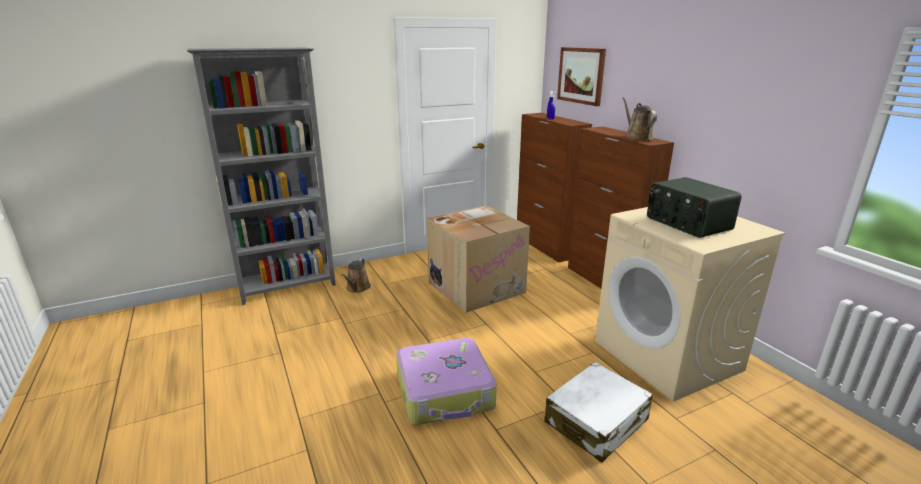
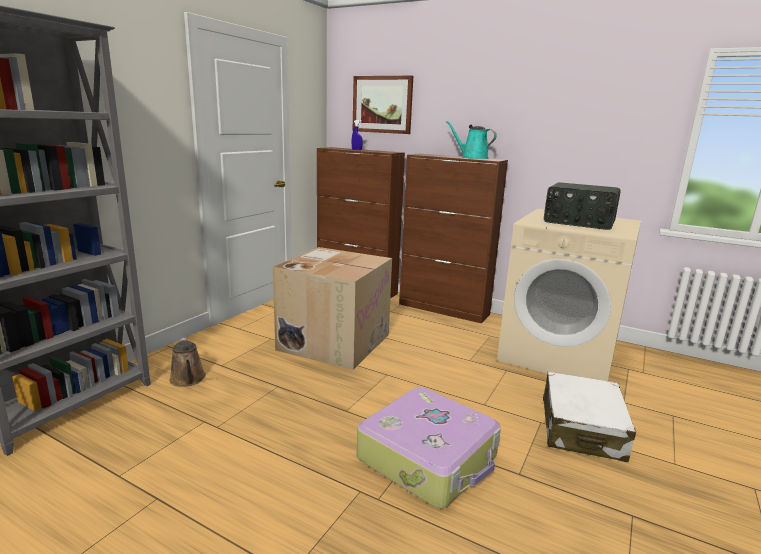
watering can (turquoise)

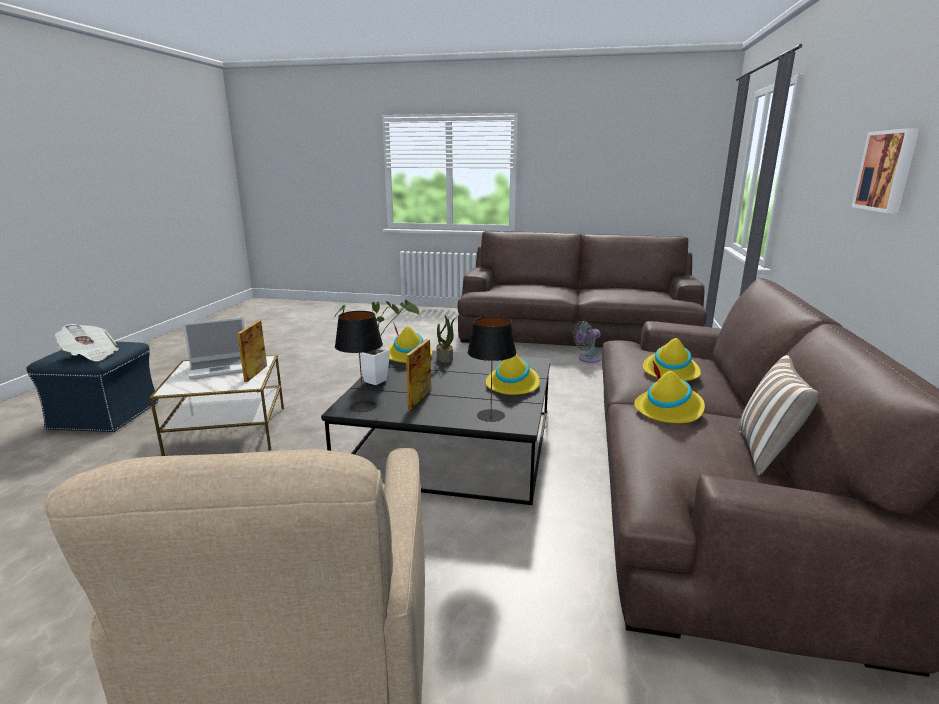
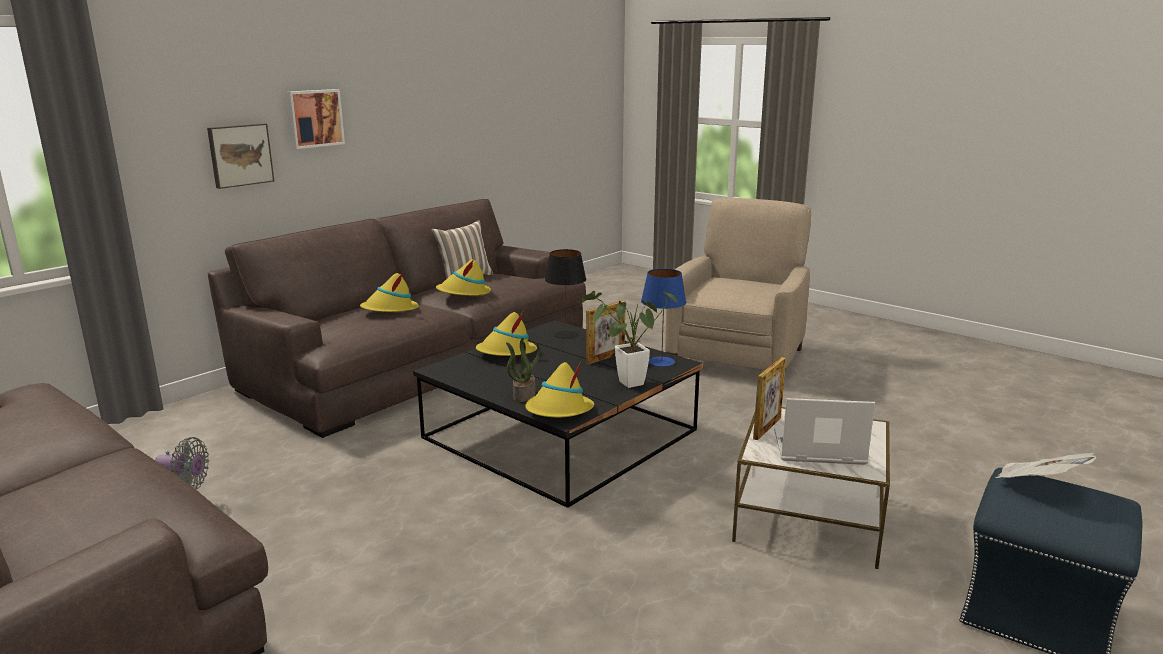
table lamp (blue); picture (1st from left)

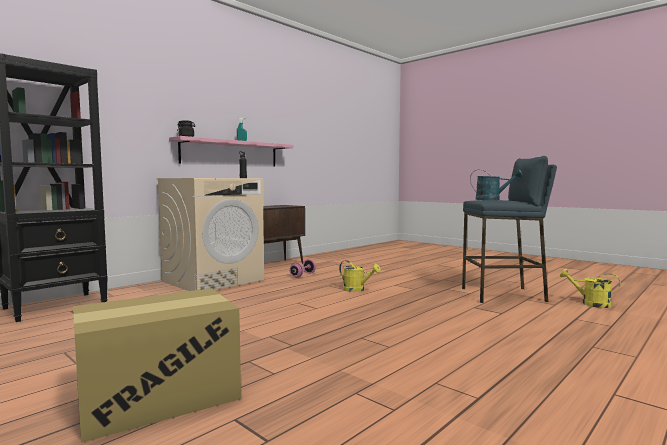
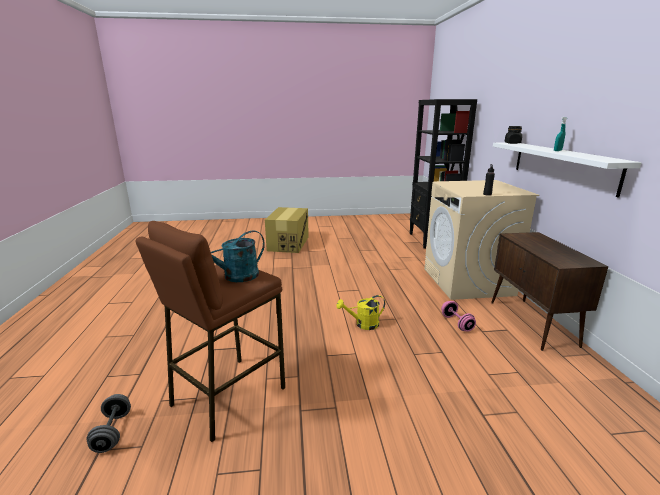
shelf (white); stool (brown); dumbbell (grey)

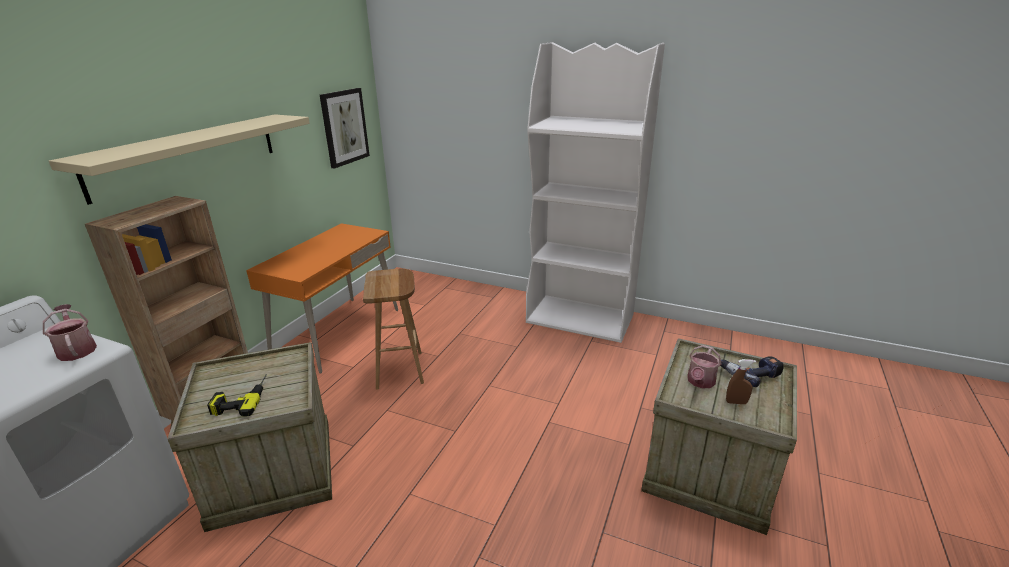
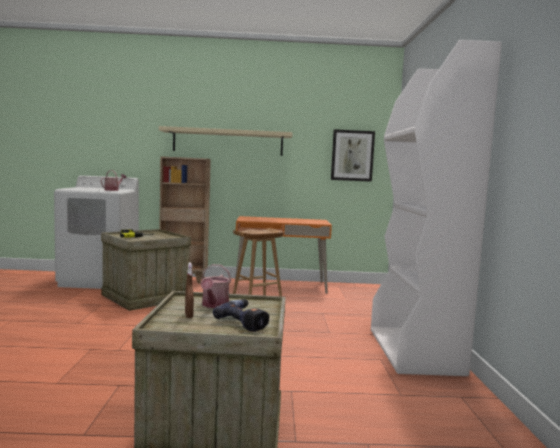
watering can (2nd from left)

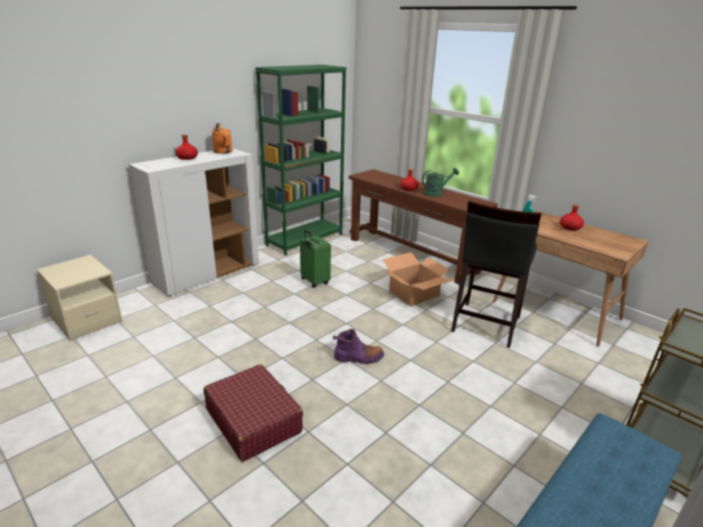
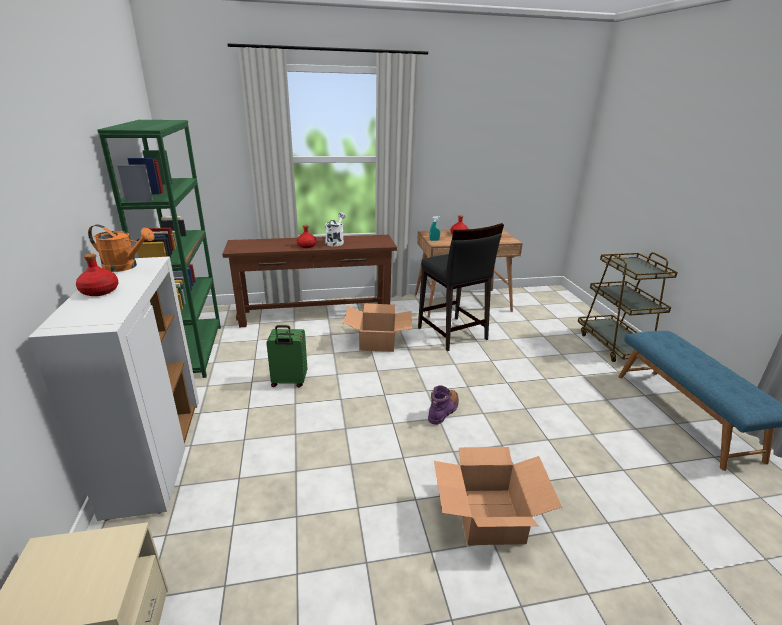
watering can (white); cardboard box (2nd from left)

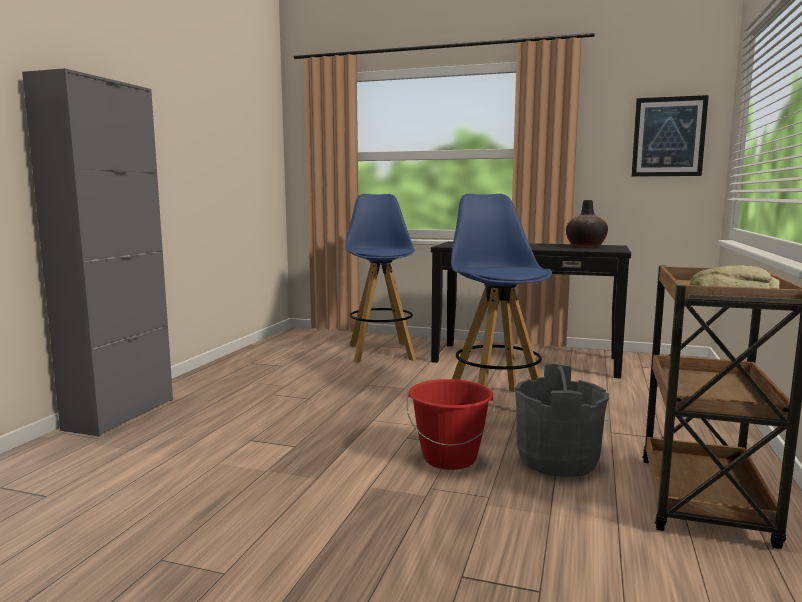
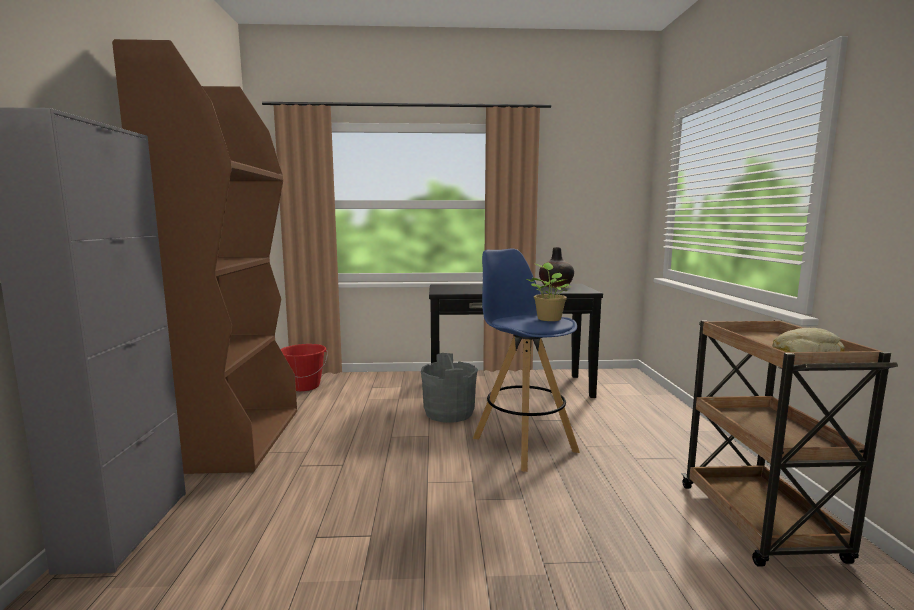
picture; stool (blue) (1st from left in the first image); bucket (grey); bucket (red); bookcase (brown); potted plant

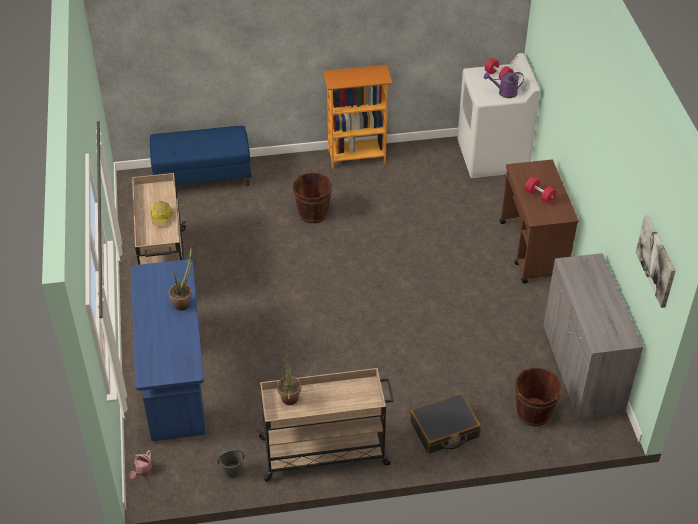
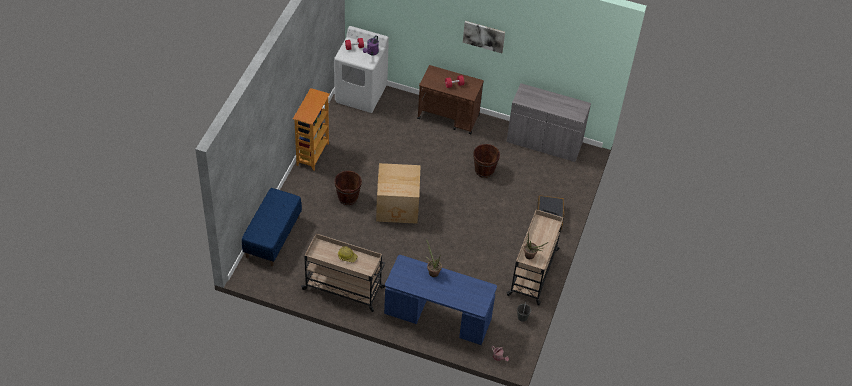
picture; bucket (brown) (2nd from left); cardboard box

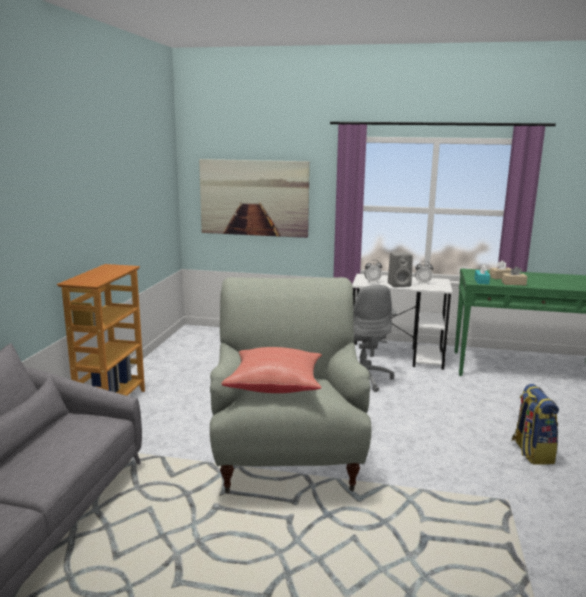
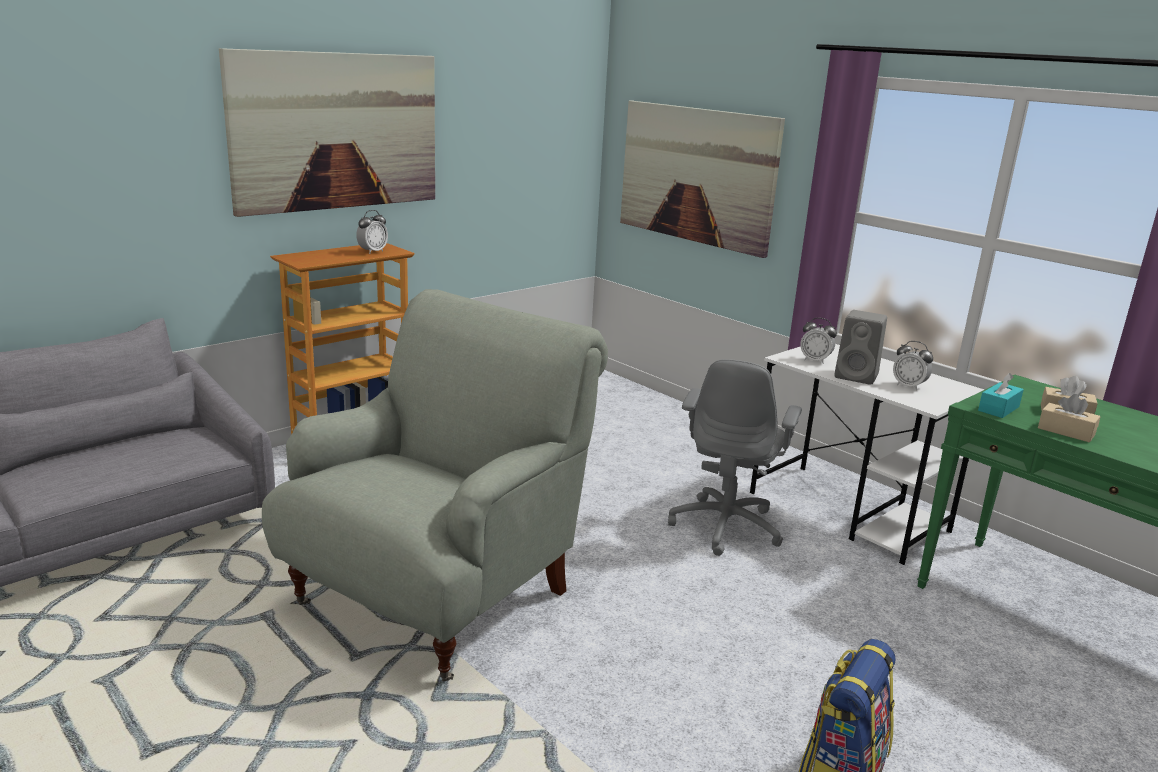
pillow (red); picture (1st from left); alarm clock (1st from left)

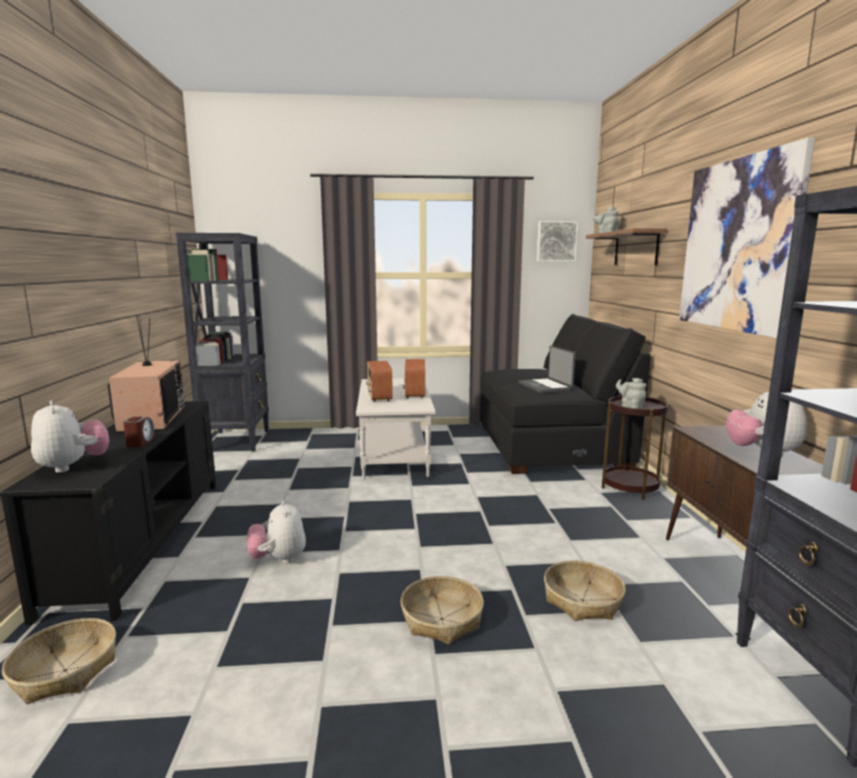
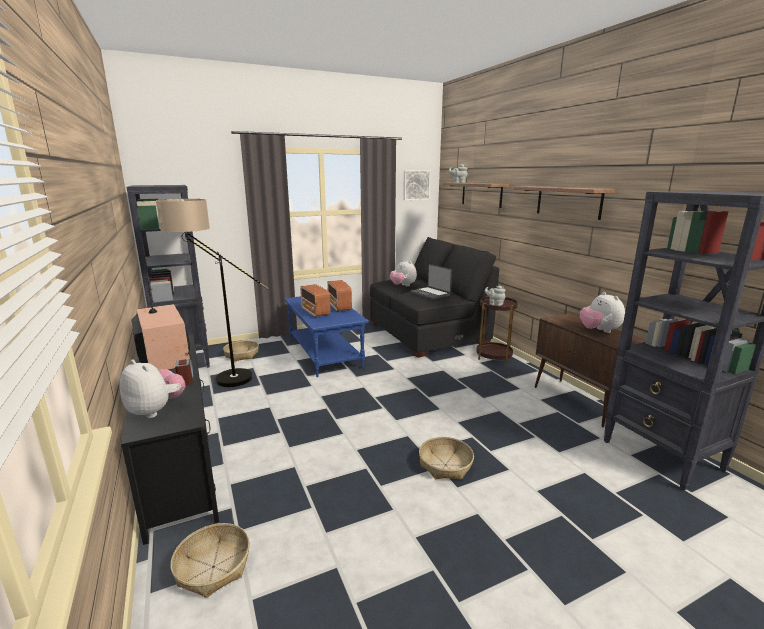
shelf (2nd from left); coffee table (blue); plush toy (2nd from left); basket (2nd from left); floor lamp

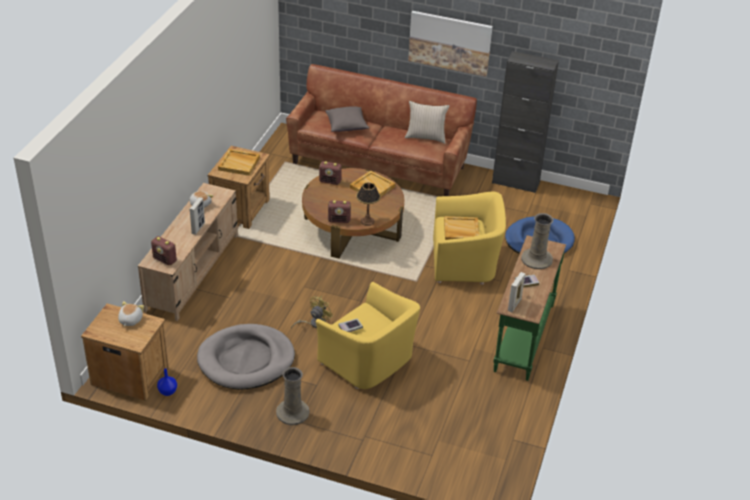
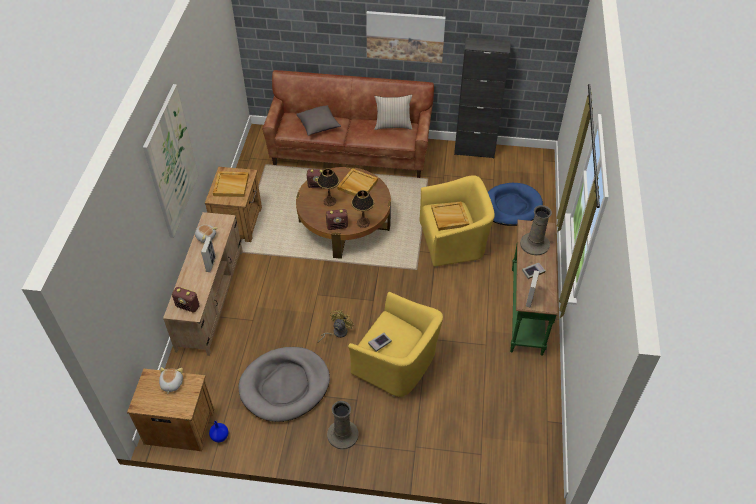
picture (1st from left); table lamp (1st from left)

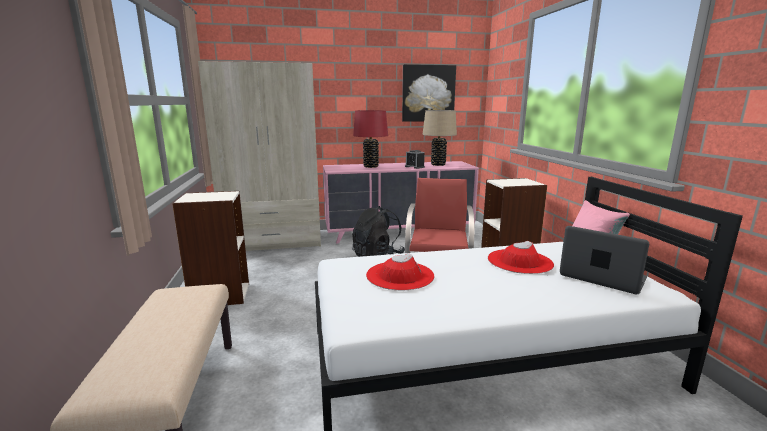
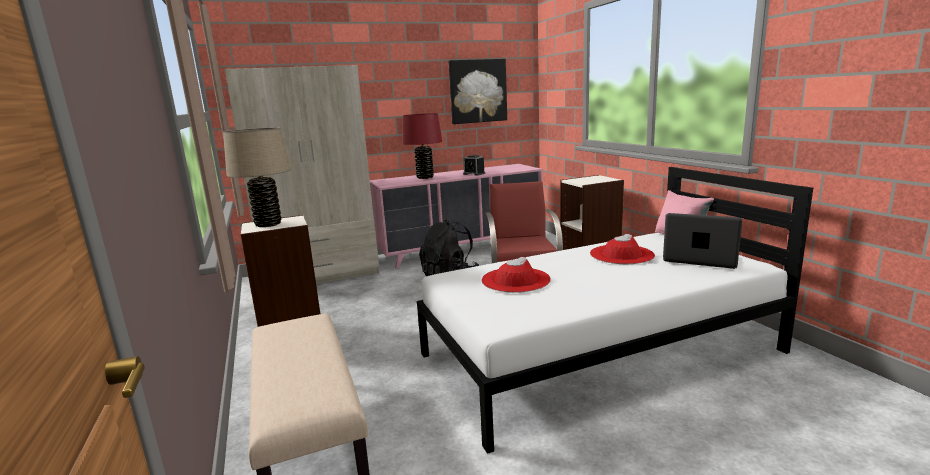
table lamp (beige)

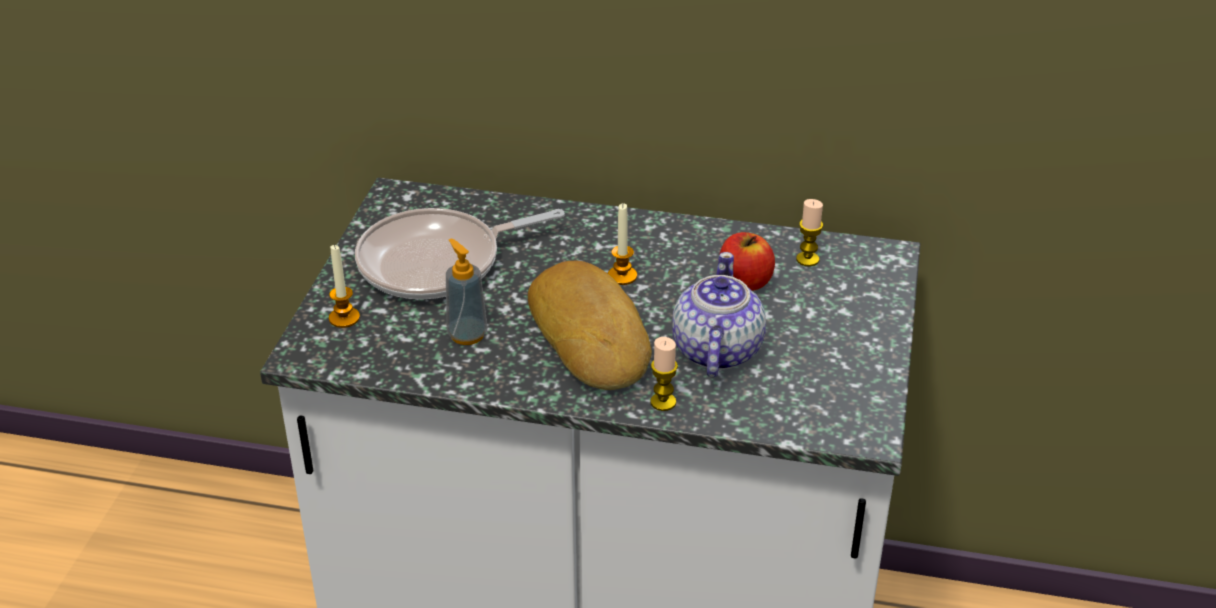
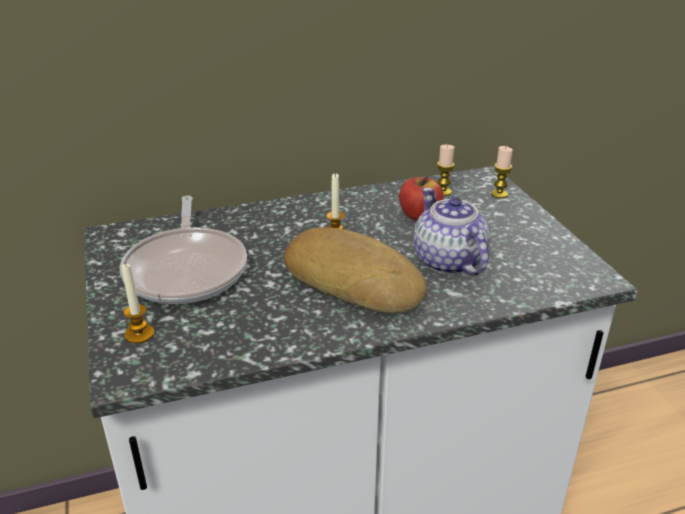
frying pan; soap dispenser; candle (4th from left)

